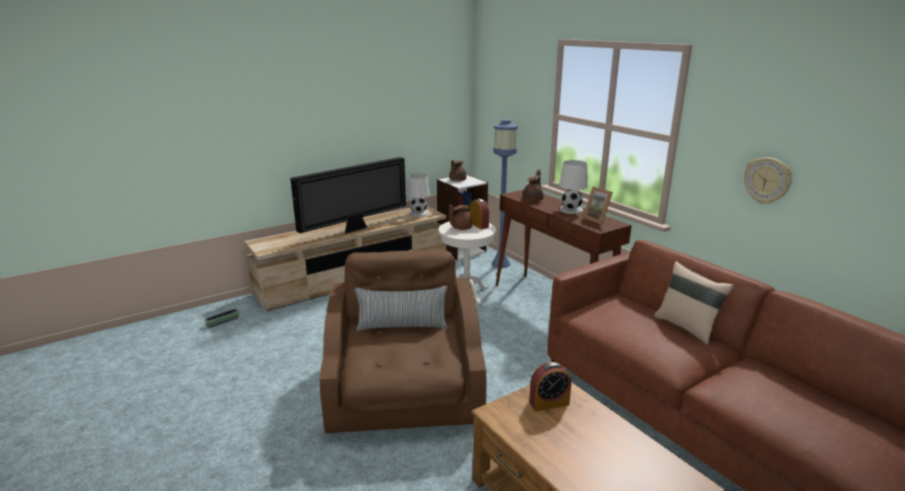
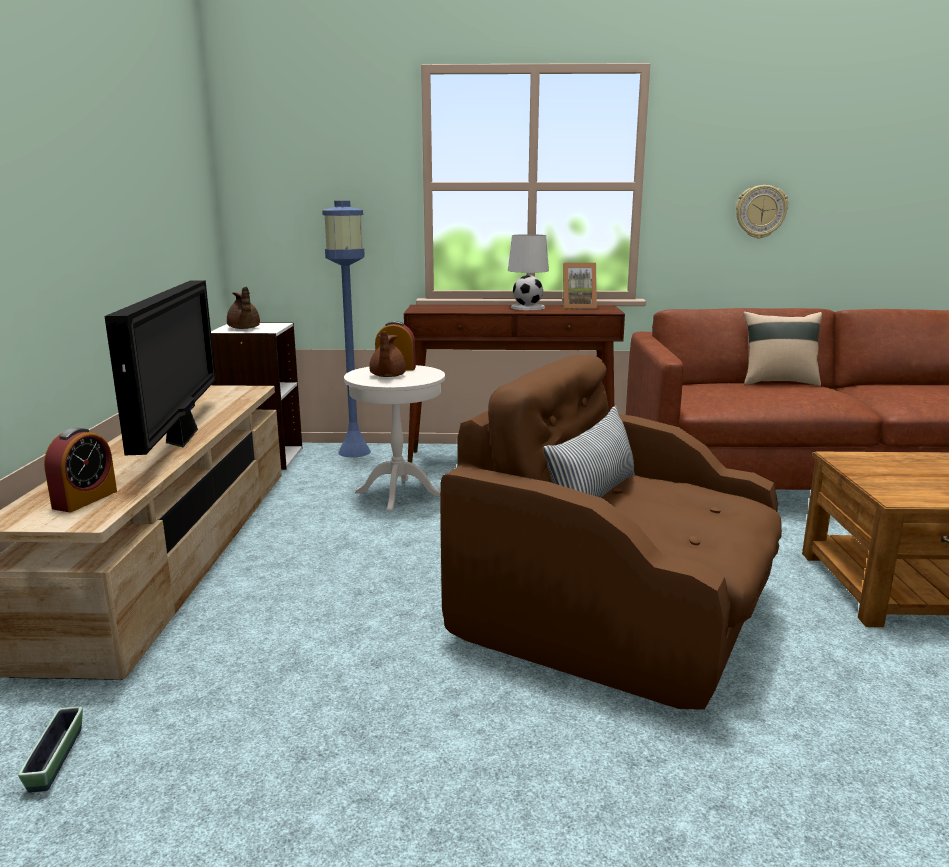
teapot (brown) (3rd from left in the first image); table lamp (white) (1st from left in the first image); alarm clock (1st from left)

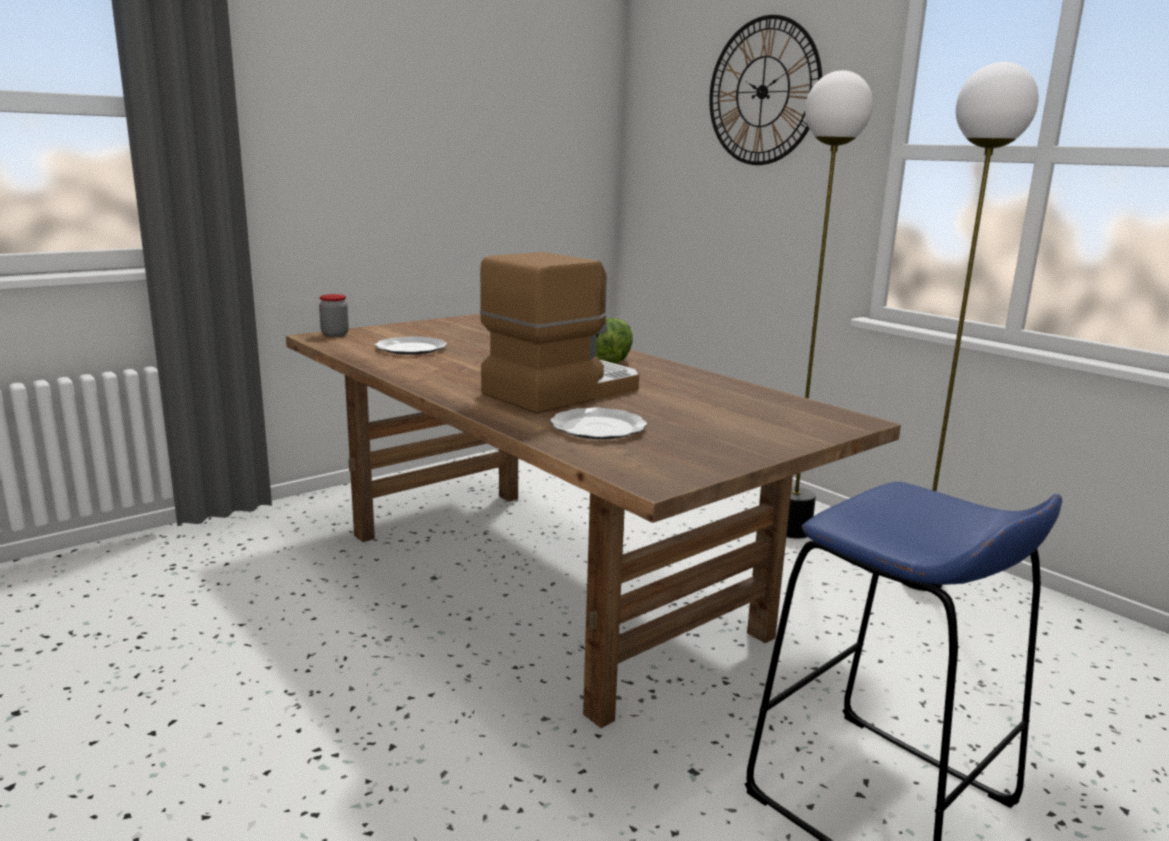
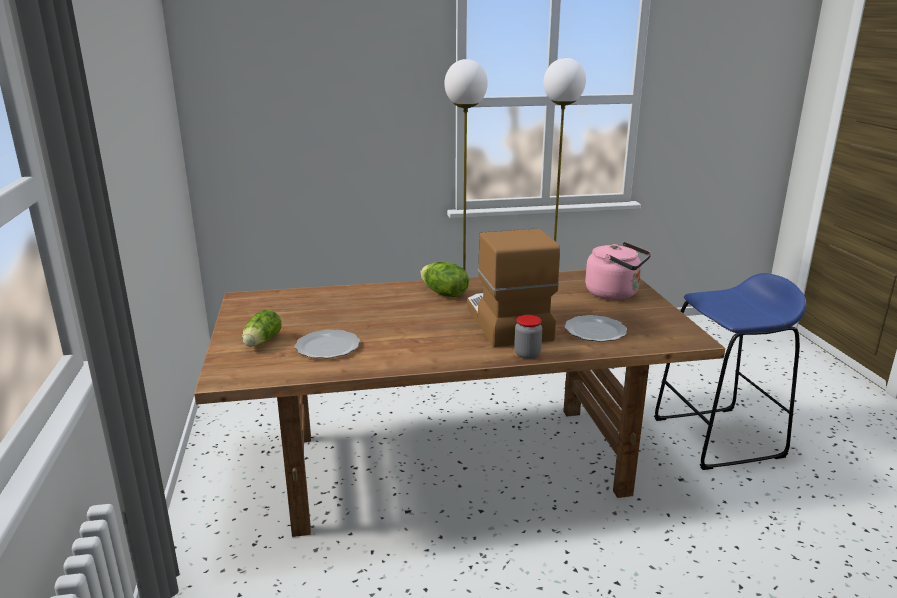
wall clock; jar; kettle (pink); lettuce (1st from left)

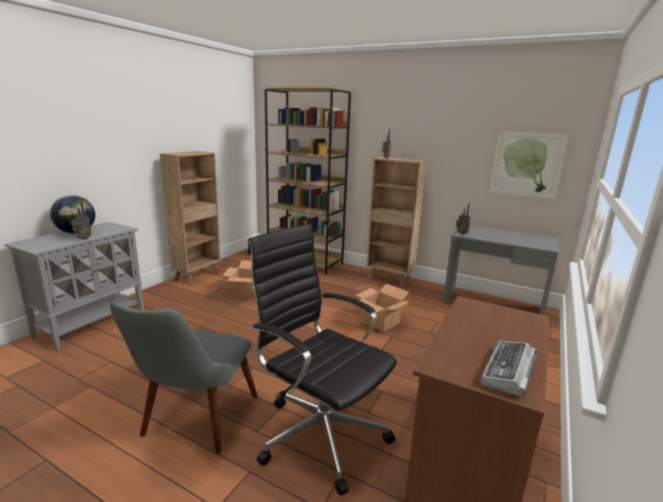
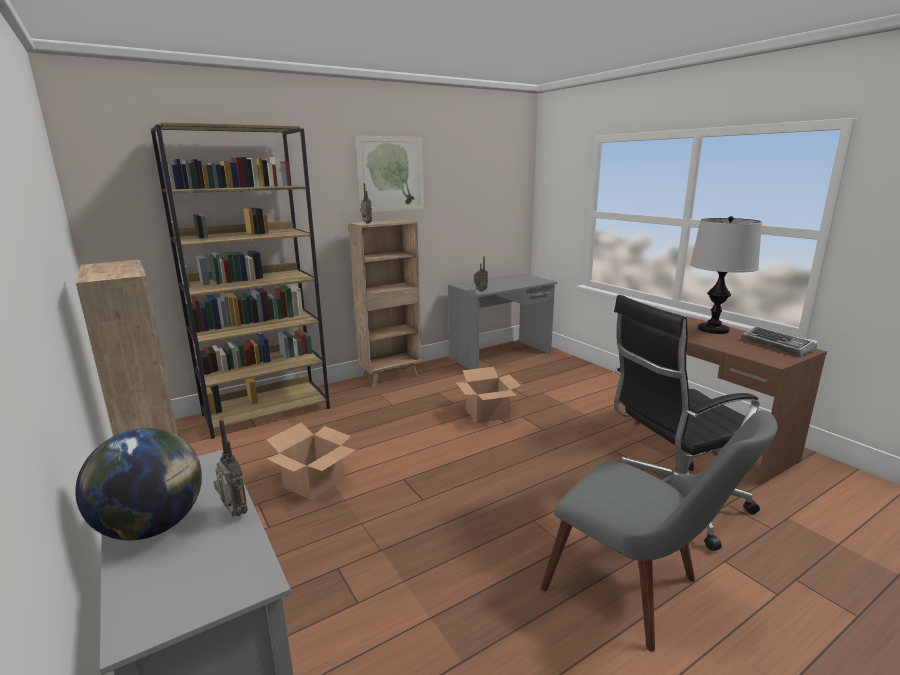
picture; table lamp

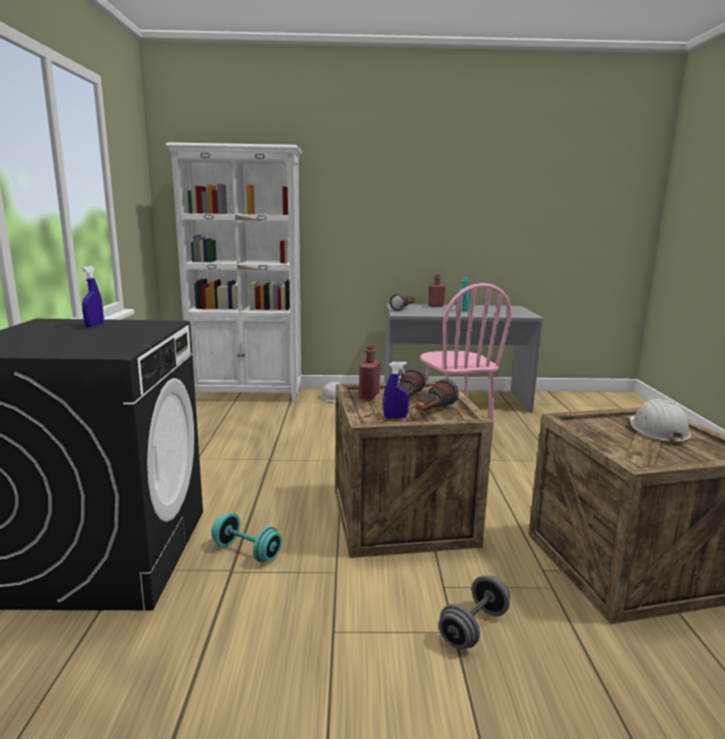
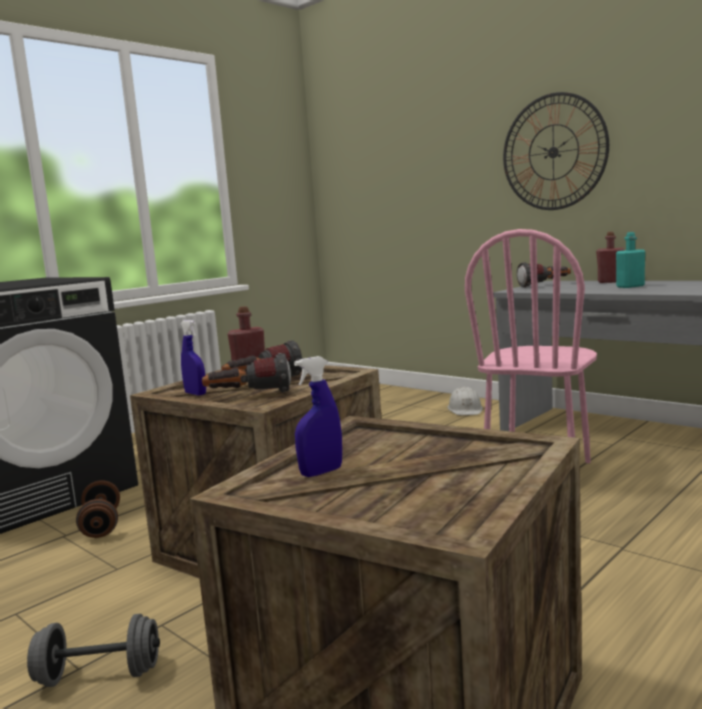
bookcase (white); spray bottle (blue) (2nd from left); hard hat (white) (2nd from left in the first image); dumbbell (brown); wall clock

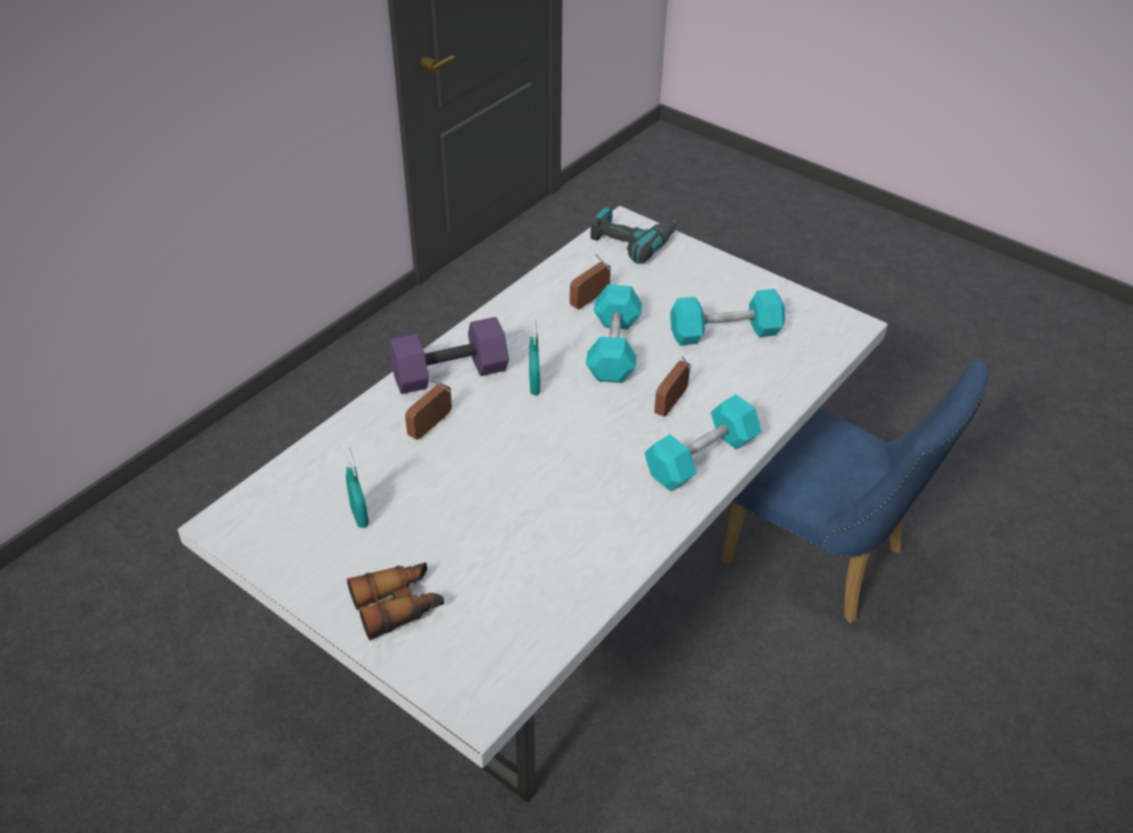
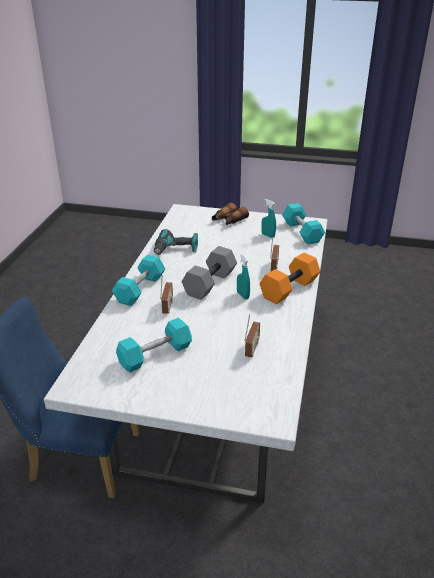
power drill; dumbbell (turquoise) (3rd from left); dumbbell (orange); dumbbell (grey)

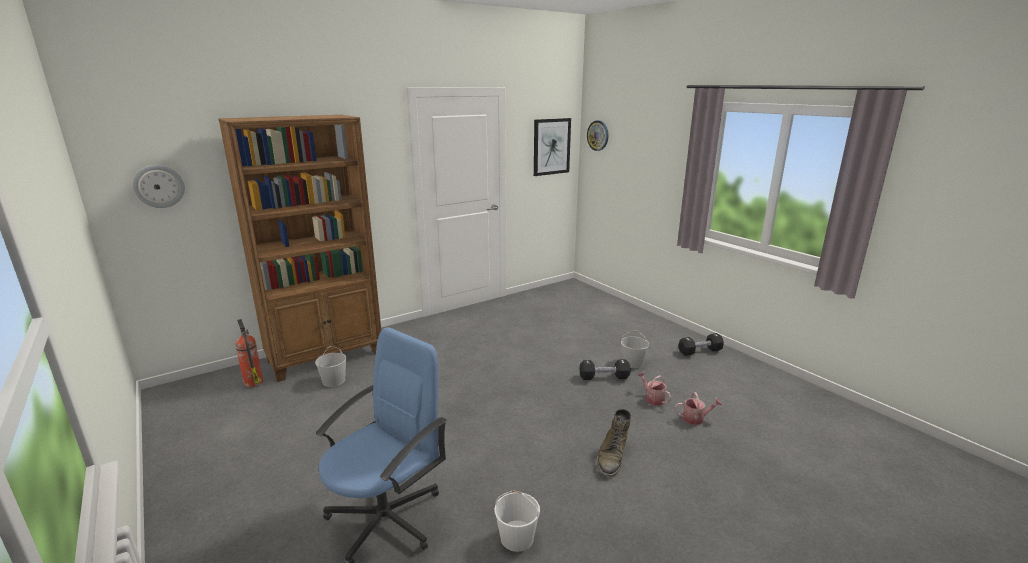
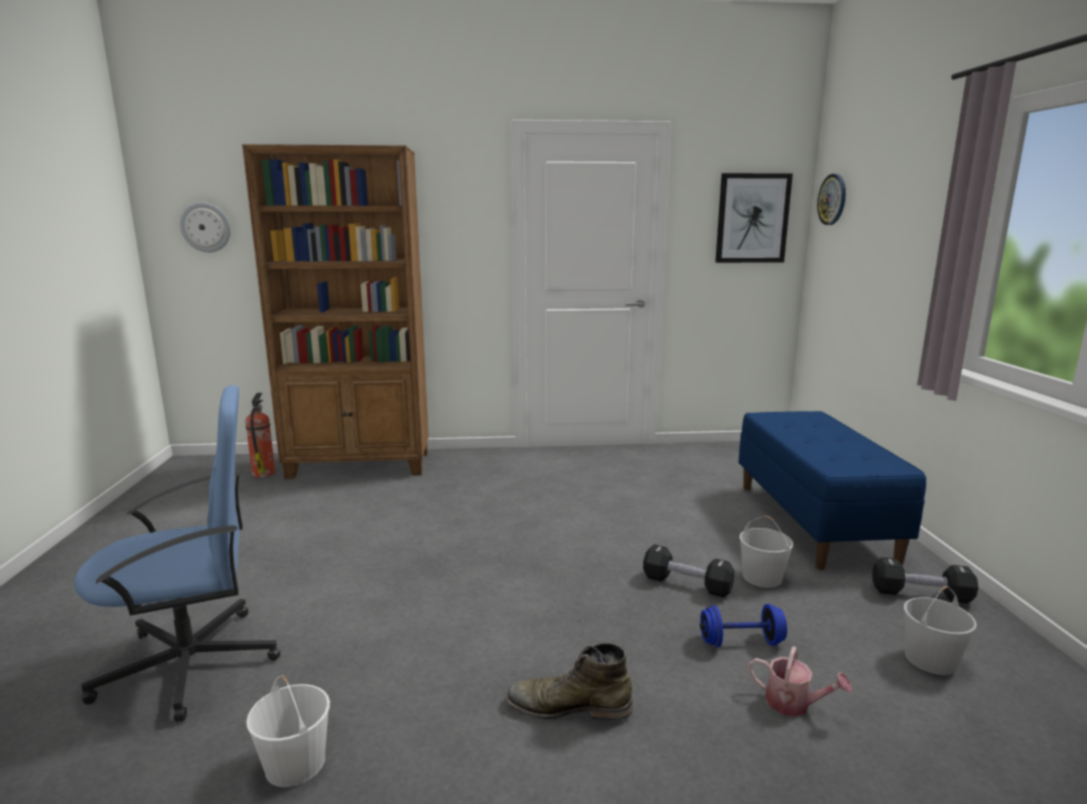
bucket (white) (3rd from left); dumbbell (blue); boot (green); bench (blue)

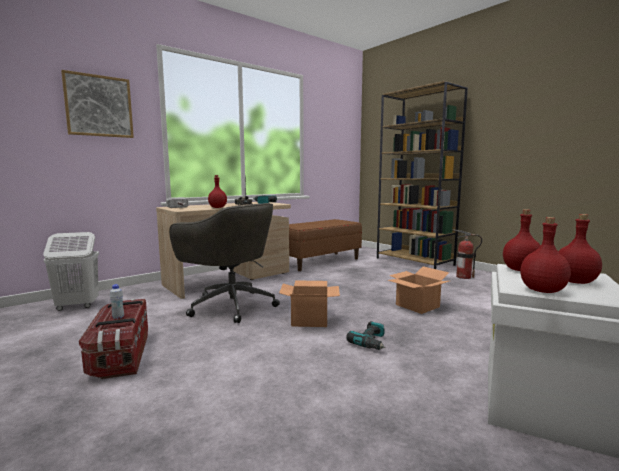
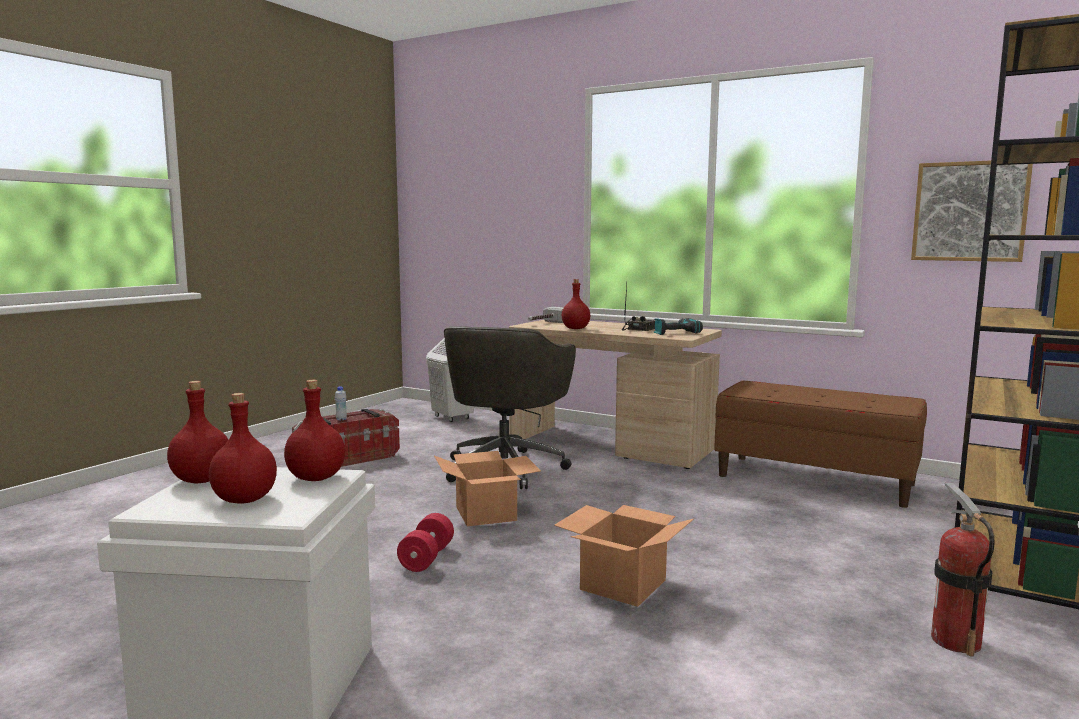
picture; dumbbell (red)

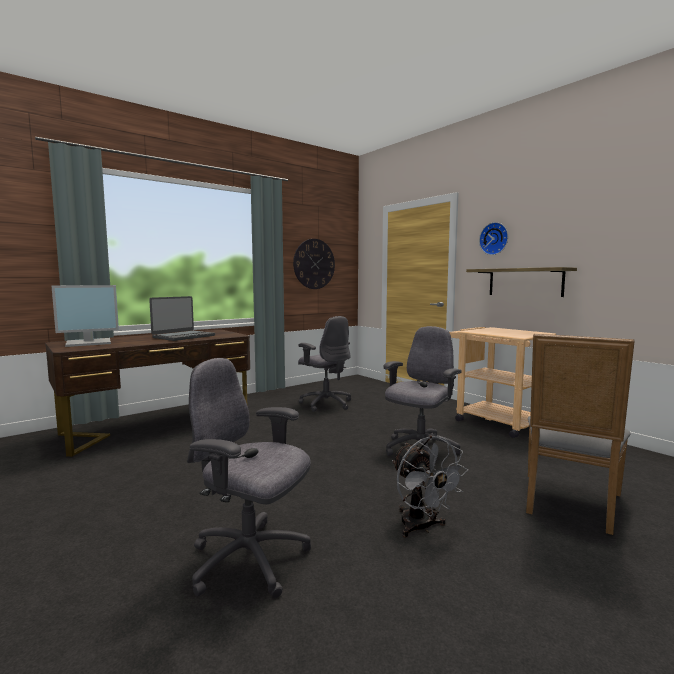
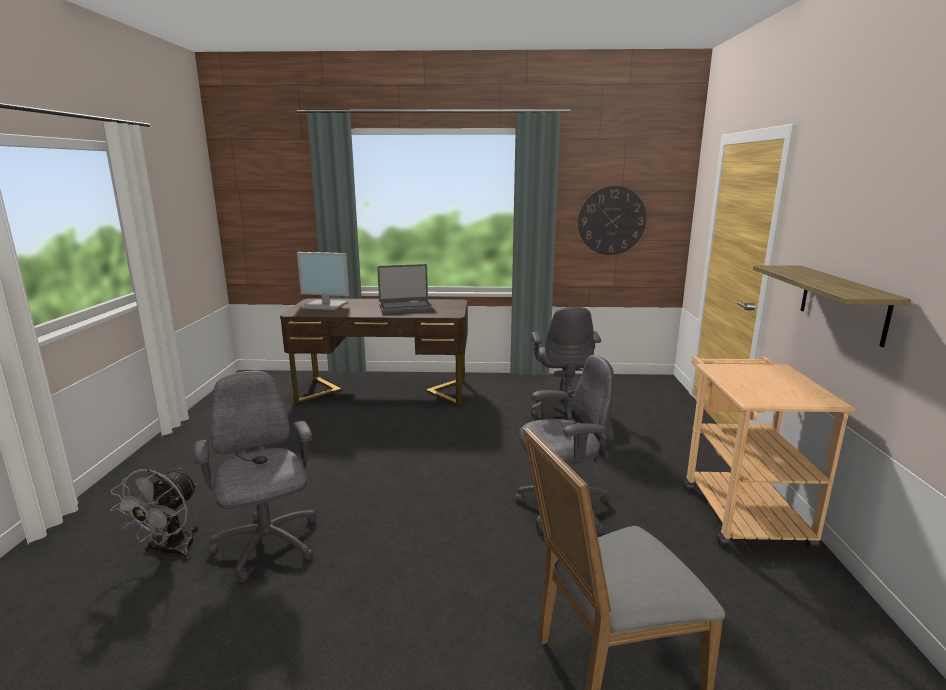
wall clock (2nd from left in the first image); fan (grey)

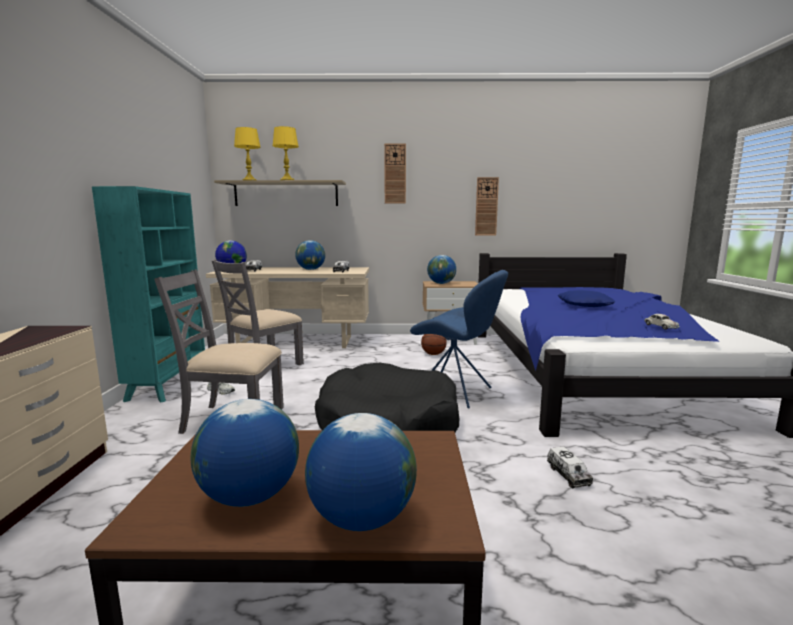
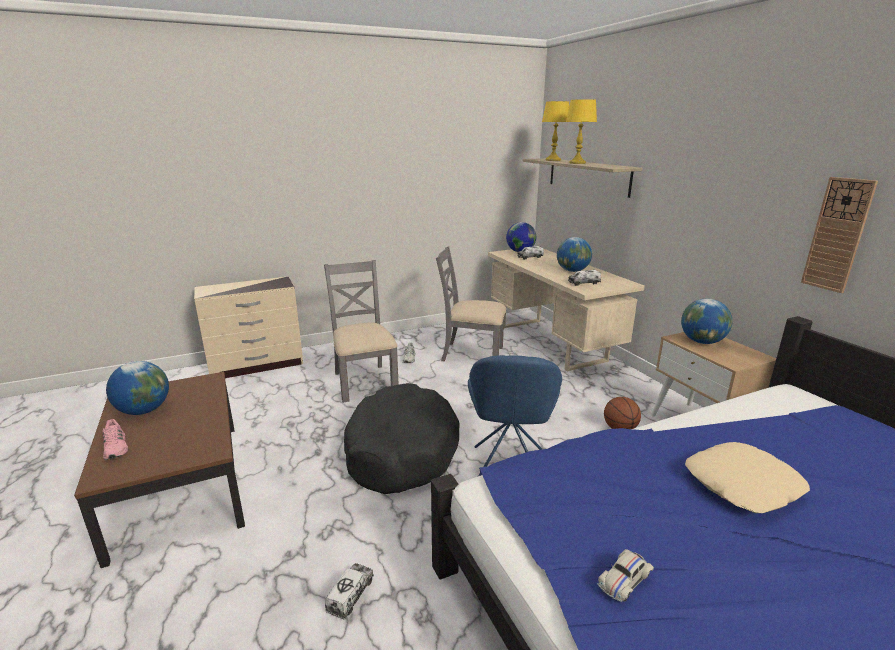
wall clock (1st from left in the first image); bookcase (turquoise); pillow (beige); shoe (pink); toy truck (1st from left)

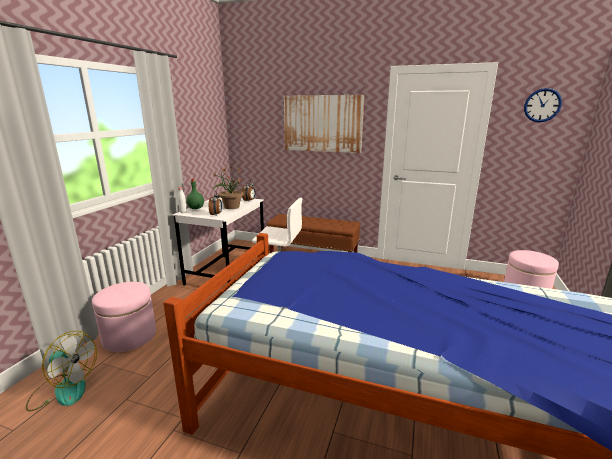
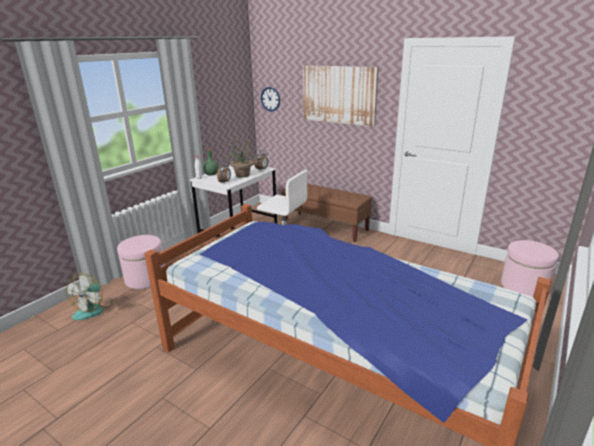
wall clock; fan

